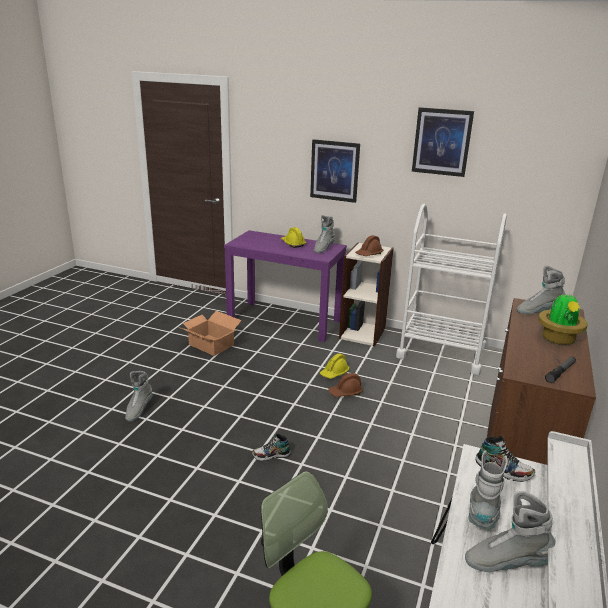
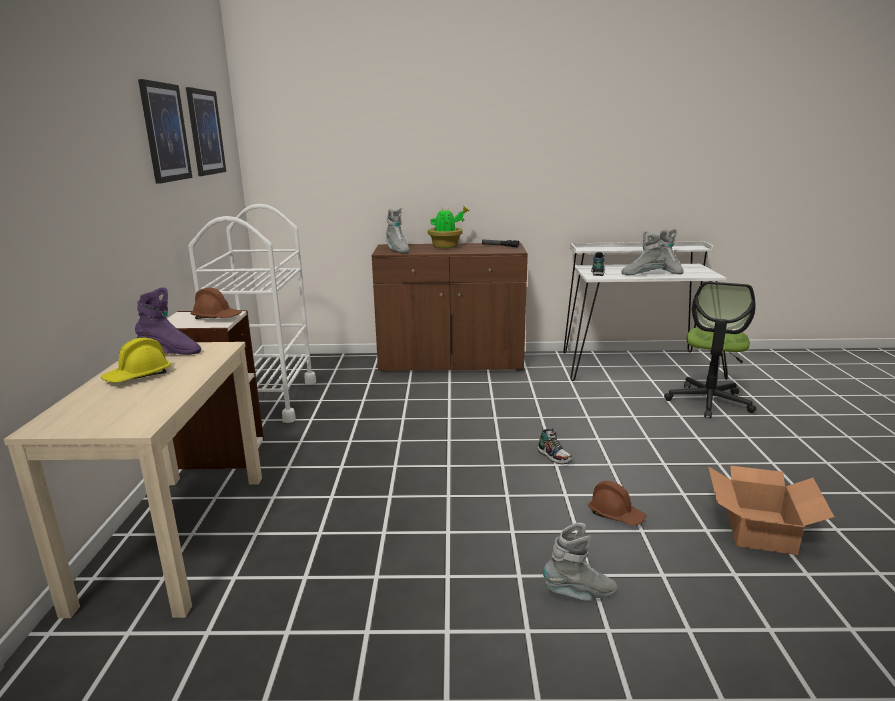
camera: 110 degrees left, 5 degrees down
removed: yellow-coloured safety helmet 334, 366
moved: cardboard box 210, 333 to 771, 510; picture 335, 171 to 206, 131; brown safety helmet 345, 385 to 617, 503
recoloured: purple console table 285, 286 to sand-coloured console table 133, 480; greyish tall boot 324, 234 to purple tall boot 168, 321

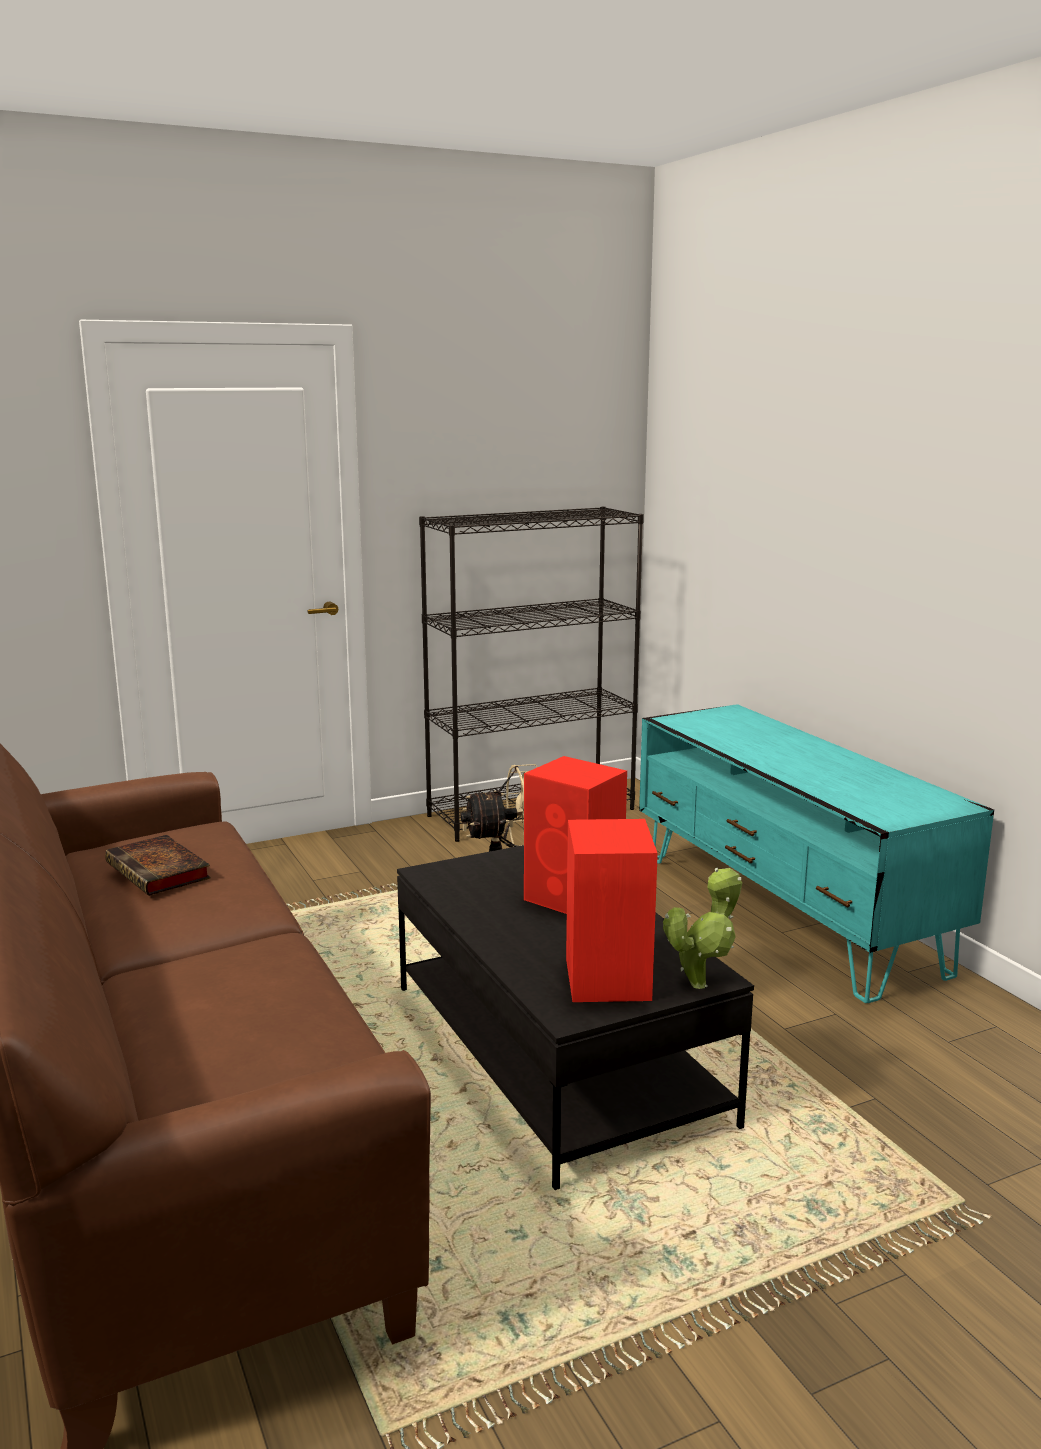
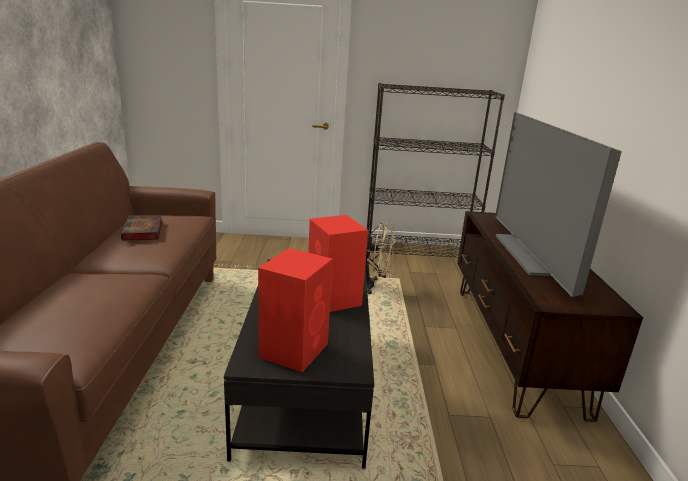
camera: 25 degrees right, 5 degrees up
removed: potted plant 702, 928
added: TV set 558, 204
recoloured: blue-green media console 816, 853 to brown media console 550, 316

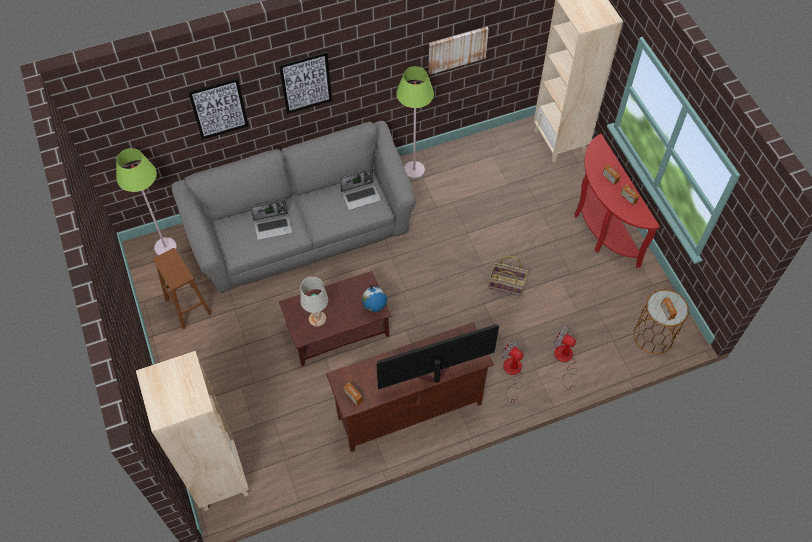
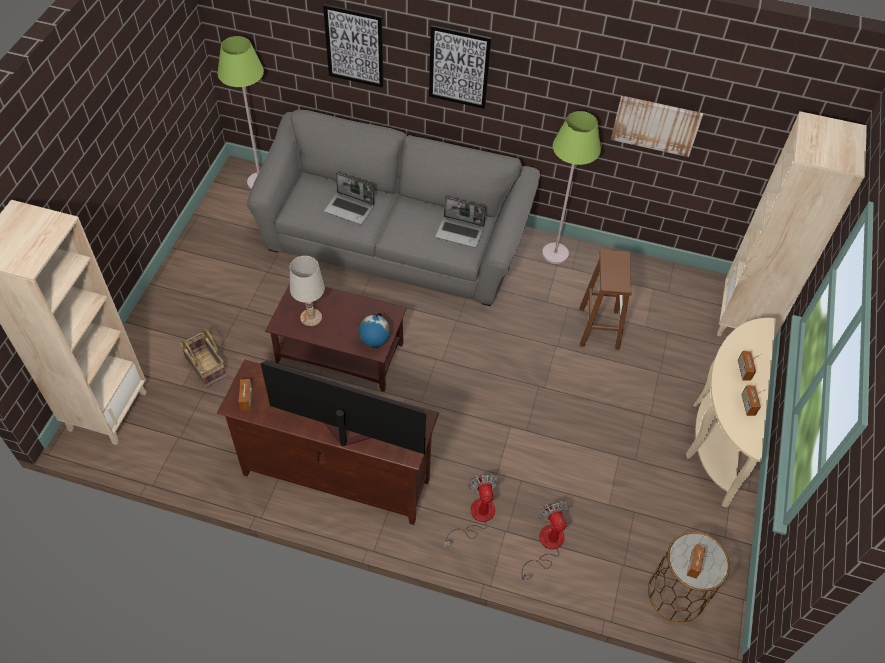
camera: 35 degrees right, 5 degrees down
moved: brown stool seat 182, 288 to 606, 300; basket 508, 276 to 203, 358
recoloured: reddish console table 617, 201 to sand-coloured console table 731, 412

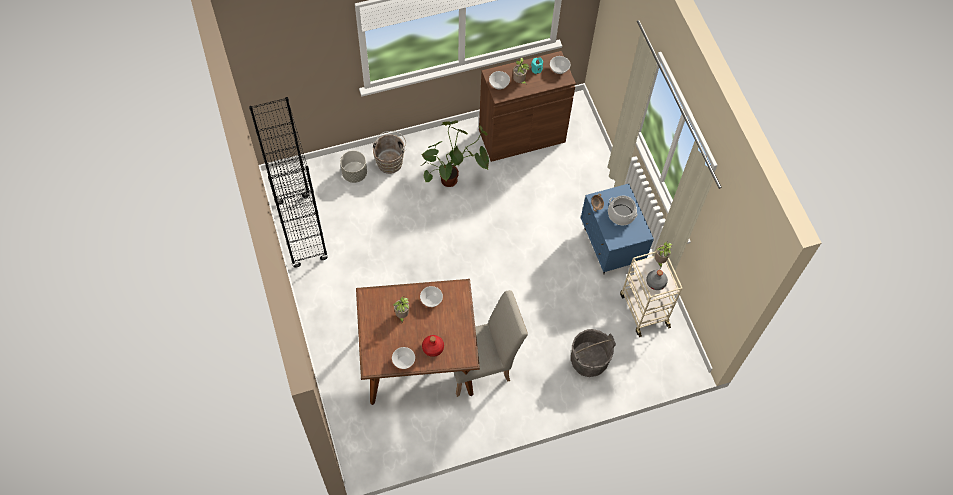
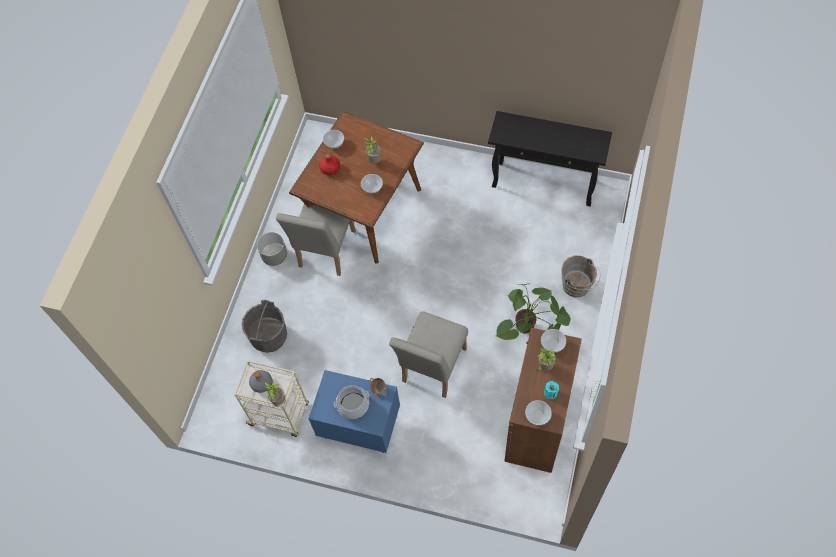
camera: 130 degrees right, 0 degrees up
added: sand-coloured plain chair 428, 354
moved: greyish plant pot 353, 167 to 272, 249
replaced: blackish bookshelf 288, 182 to blackish console table 550, 158

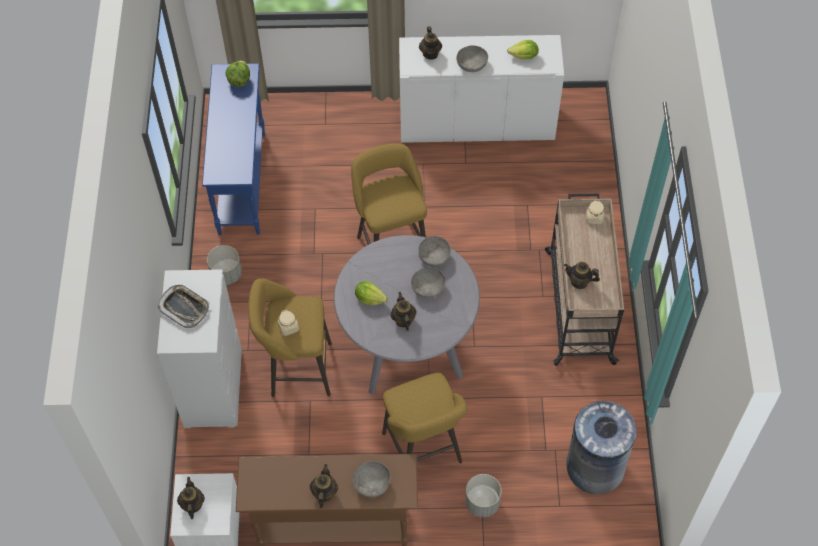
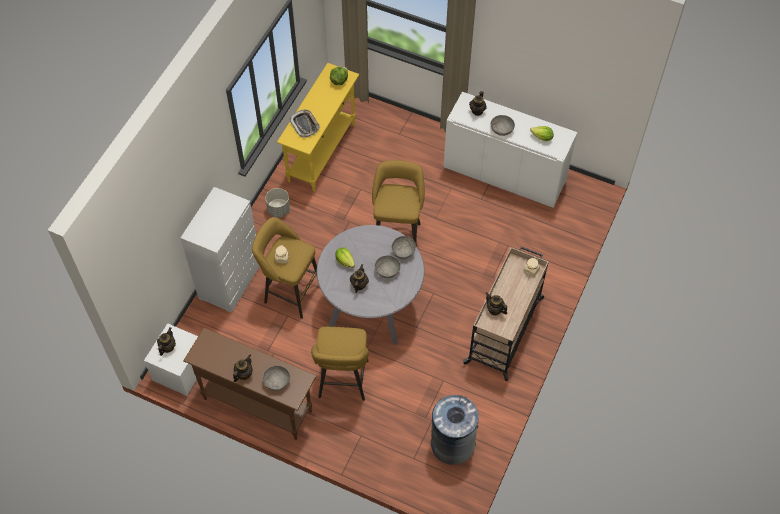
camera: 25 degrees right, 0 degrees up
removed: greyish plant pot 483, 495
moved: tray 183, 306 to 304, 124
recoloured: blue-coloured console table 233, 149 to yellow-coloured console table 318, 127

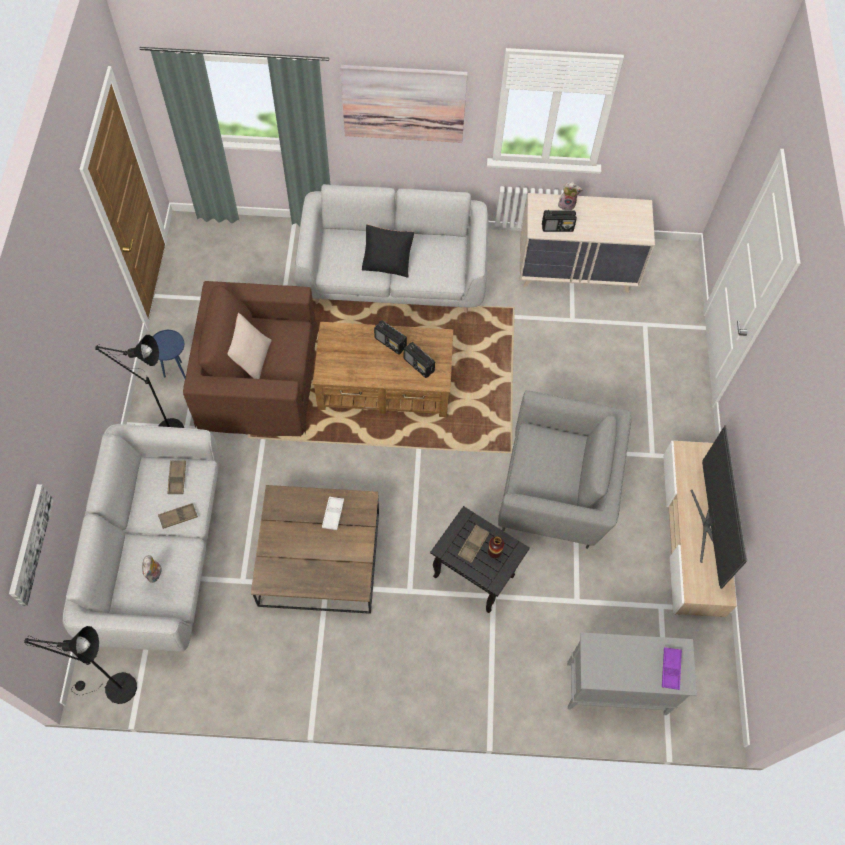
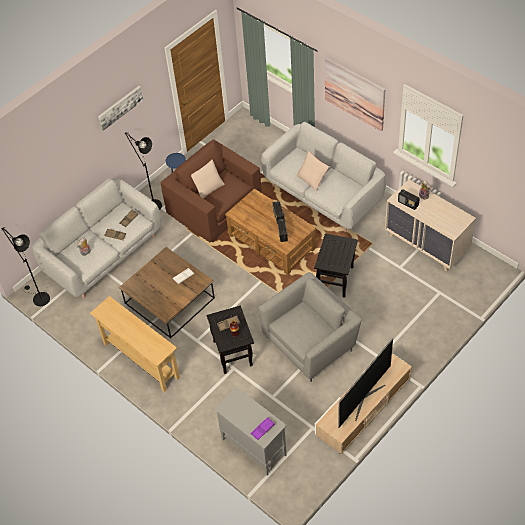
camera: 45 degrees right, 10 degrees down
added: sand-coloured console table 135, 344; blackish accent table 336, 265
moved: picture 31, 545 to 120, 108
recoloured: blackish cushion 388, 251 to sand-coloured cushion 313, 171
turned: greyish armchair 564, 469 = 309, 327 90 degrees counterclockwise

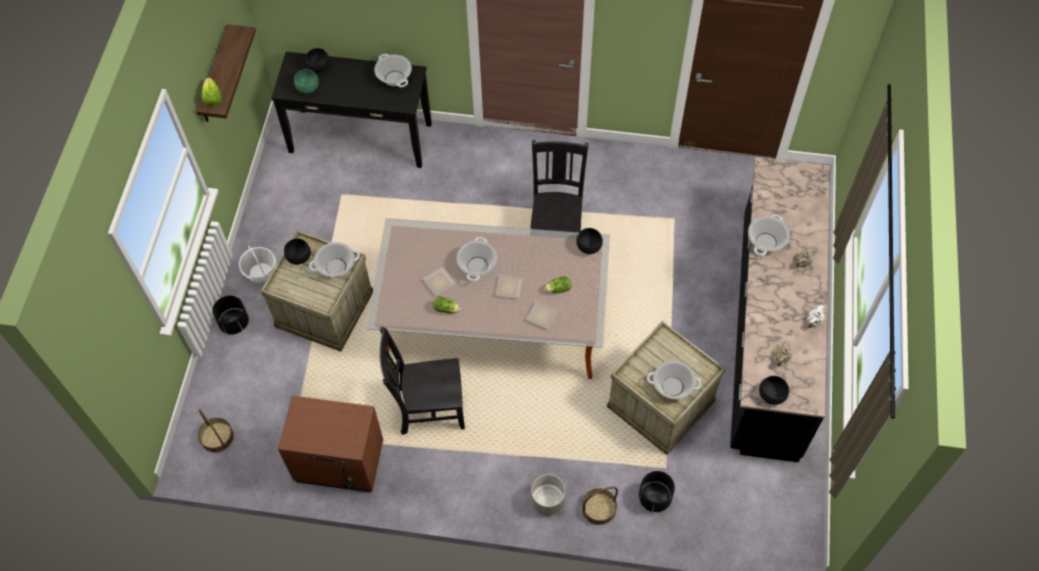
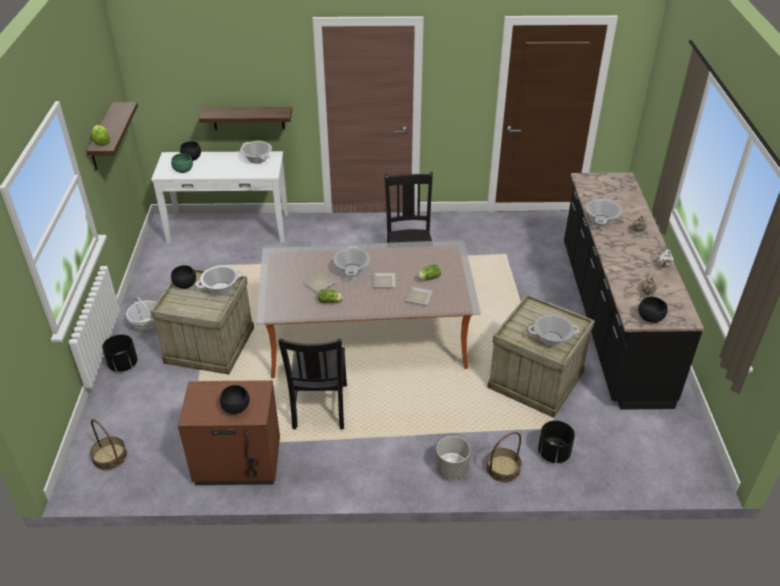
camera: 10 degrees left, 20 degrees down
added: bracket shelf 245, 118
moved: blackish bowl 589, 241 to 235, 399
recoloured: blackish console table 351, 110 to whitish console table 219, 197
turned: blackish plain chair 422, 381 = 312, 384 75 degrees counterclockwise

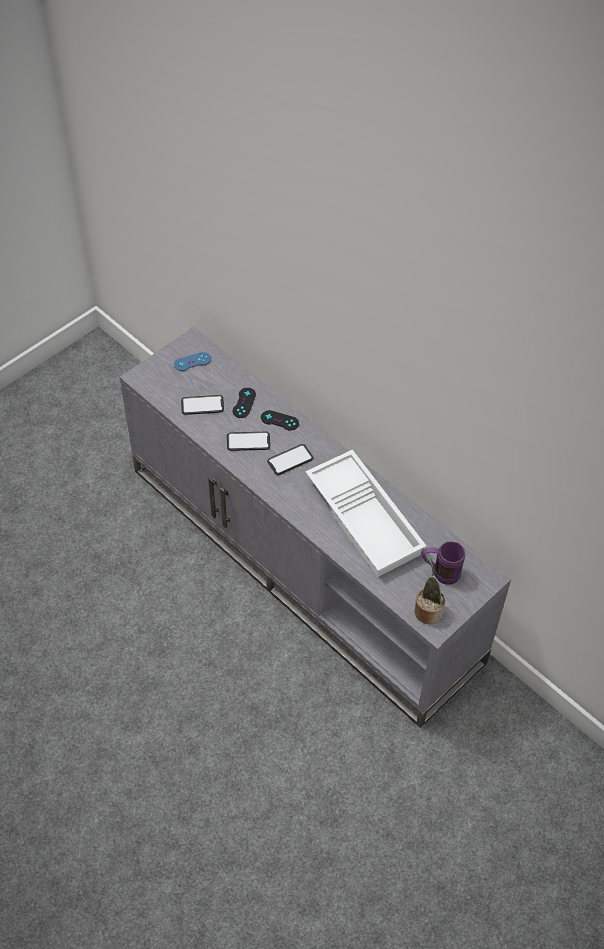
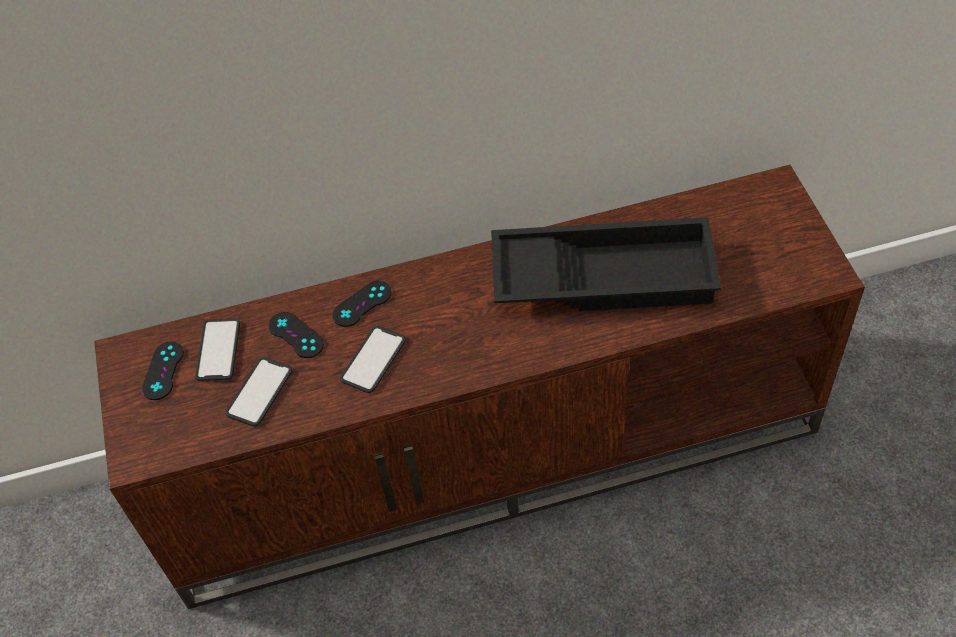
camera: 55 degrees left, 0 degrees up
removed: potted plant 429, 590; purple coffee mug 444, 563
moved: handset 290, 459 to 217, 349
recoloured: greyish media console 315, 527 to brown media console 479, 387; blue-coloured game controller 192, 361 to blackish game controller 163, 370; whitish tray 366, 513 to blackish tray 606, 264

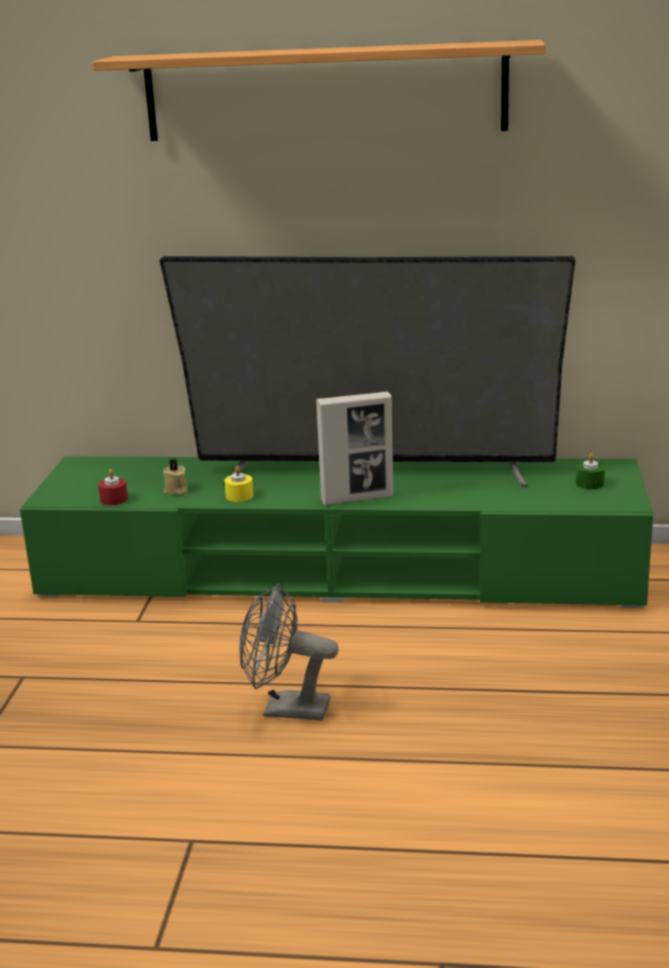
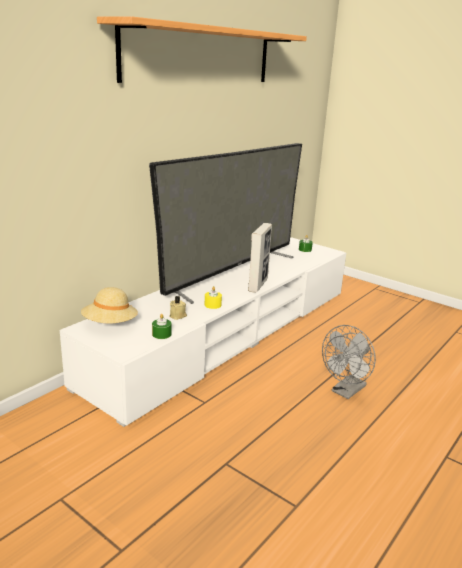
camera: 60 degrees left, 0 degrees up
added: sand-coloured hat 109, 305
recoloured: greenish media console 336, 532 to whitish media console 203, 332; reddish wax light 113, 487 to greenish wax light 162, 326

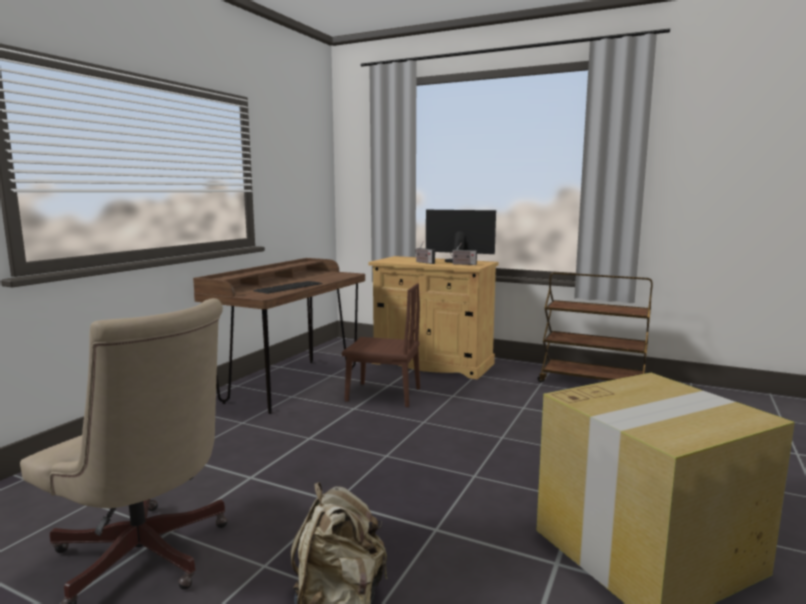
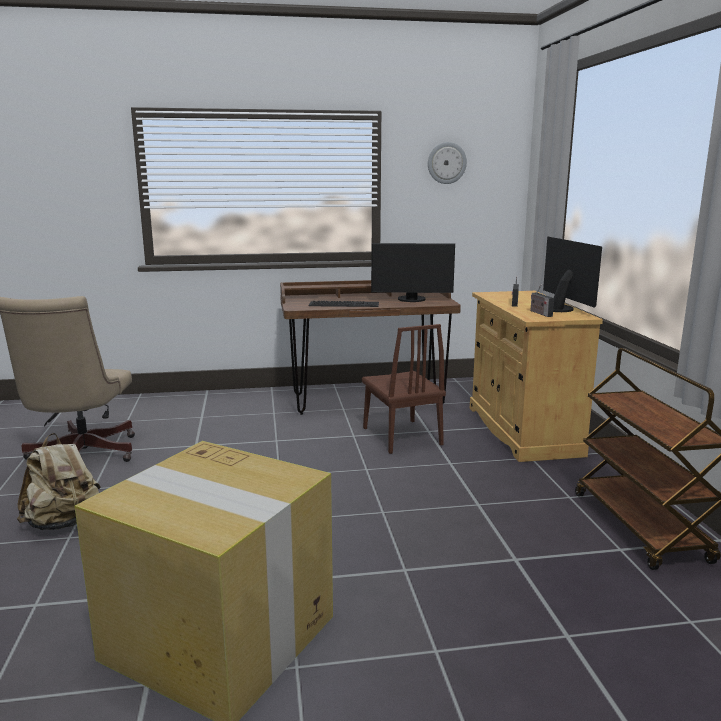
camera: 55 degrees right, 5 degrees up
added: monitor 413, 272; wall clock 447, 163

